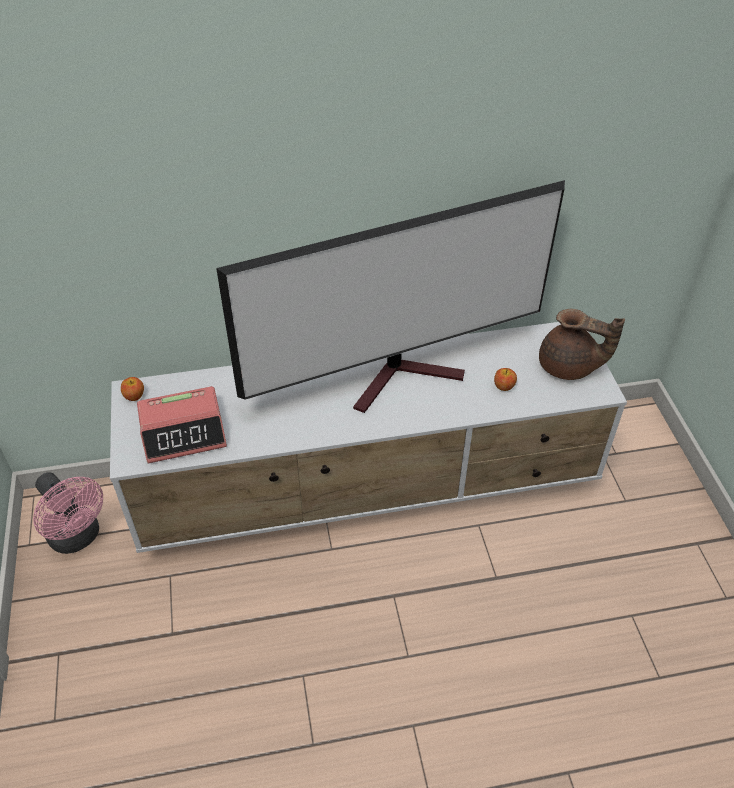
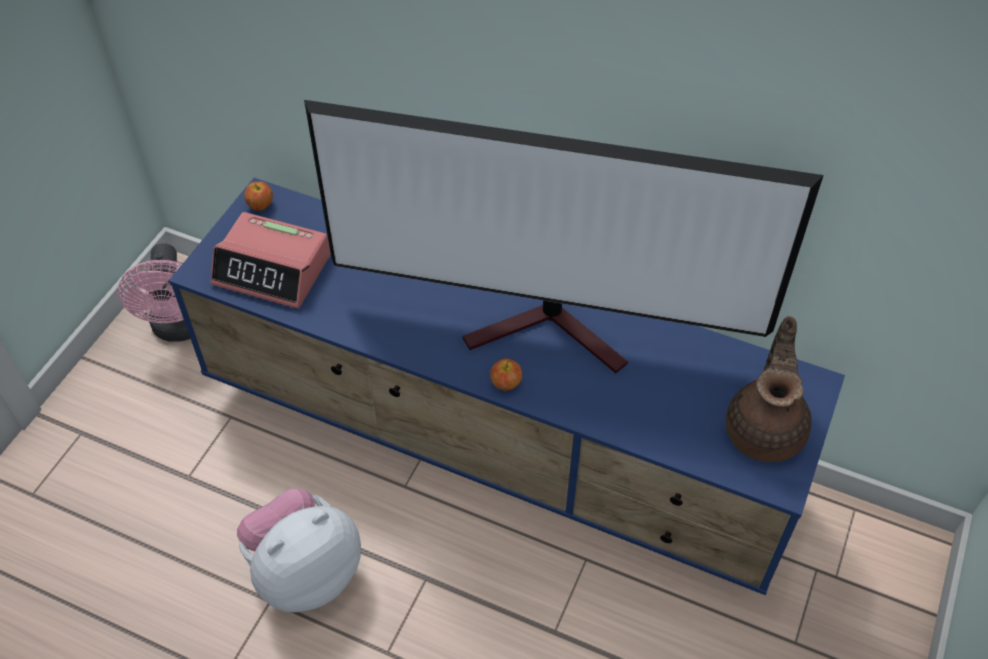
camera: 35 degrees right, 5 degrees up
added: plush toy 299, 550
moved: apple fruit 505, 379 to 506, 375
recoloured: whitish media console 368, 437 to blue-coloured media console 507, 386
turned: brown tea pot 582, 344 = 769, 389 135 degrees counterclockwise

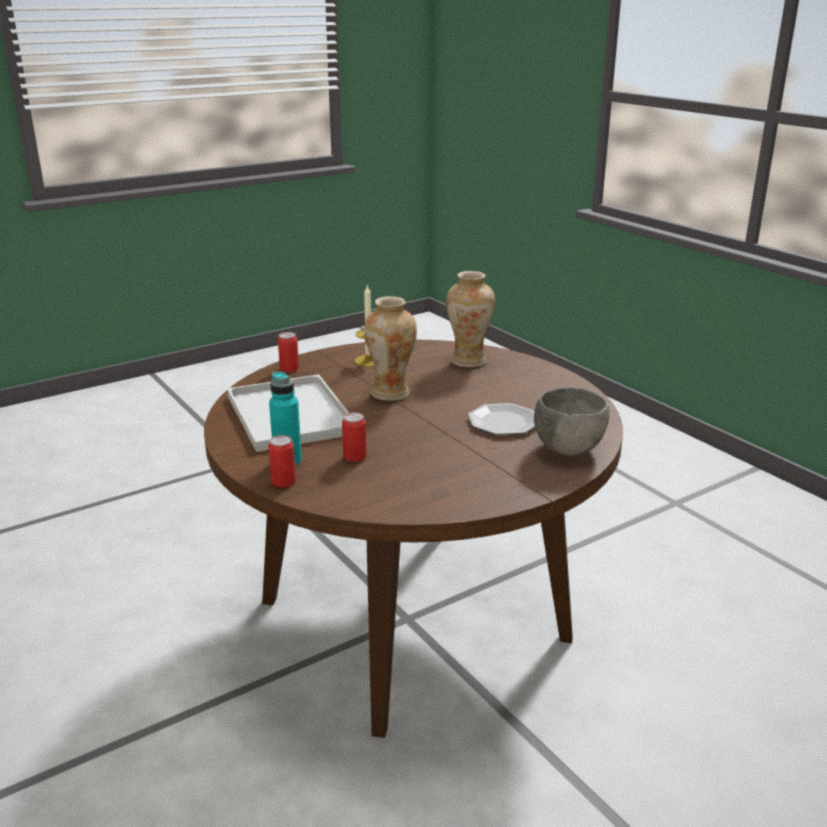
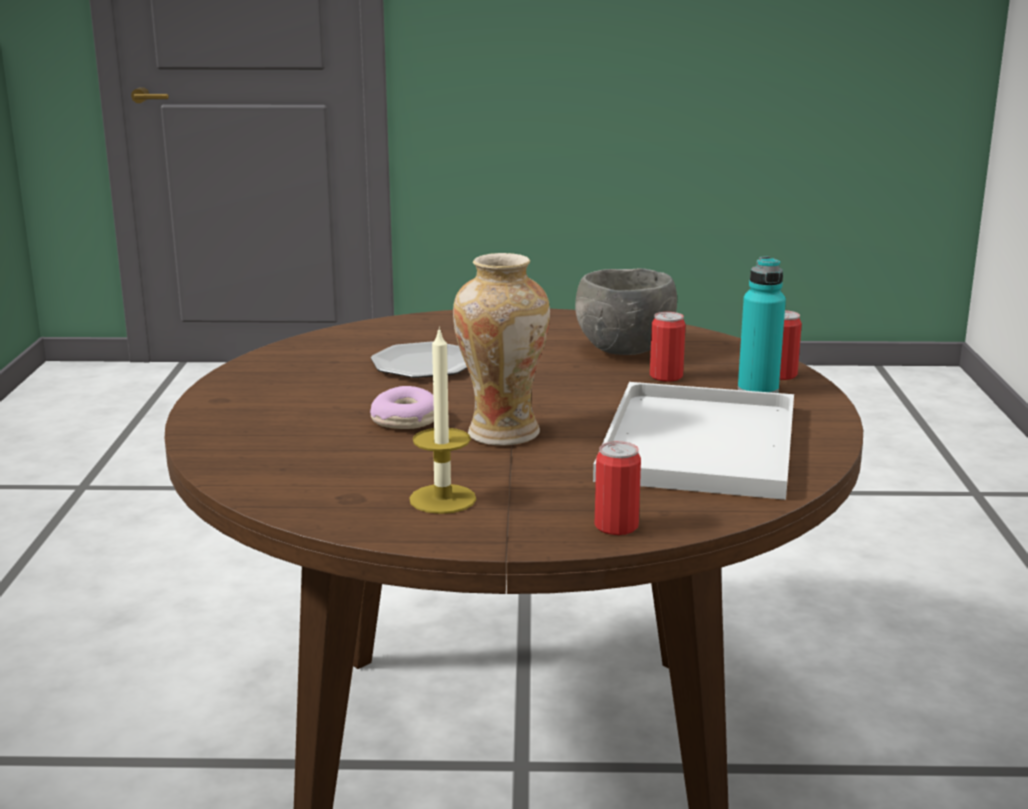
camera: 145 degrees left, 5 degrees down
removed: decorative vase 470, 319
added: doughnut 402, 407
moved: greyish bowl 572, 421 to 626, 311

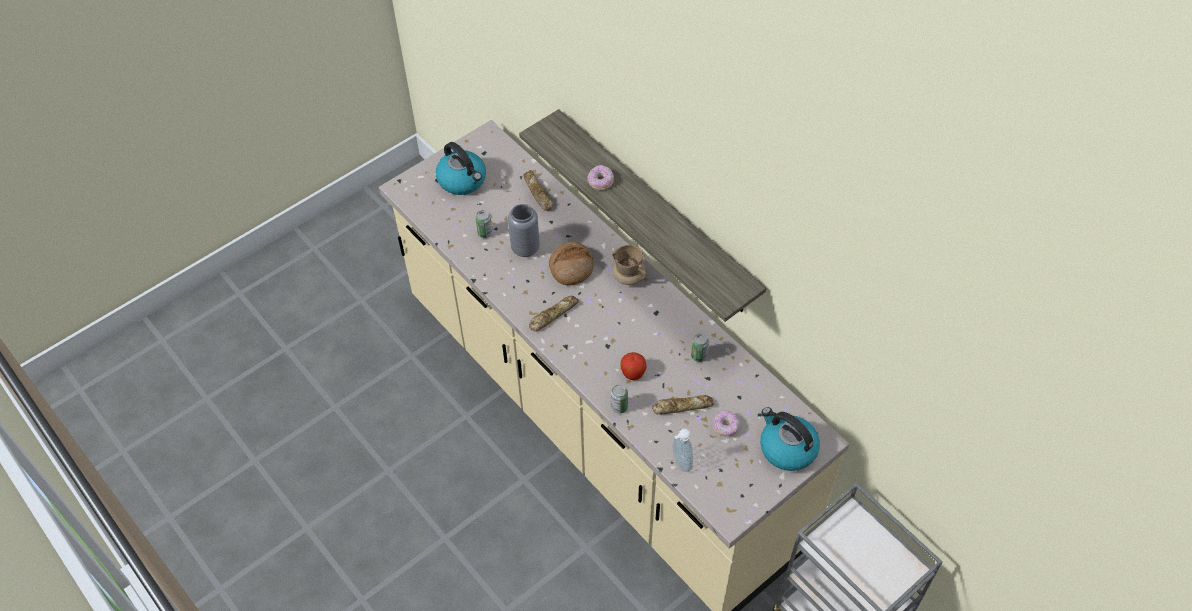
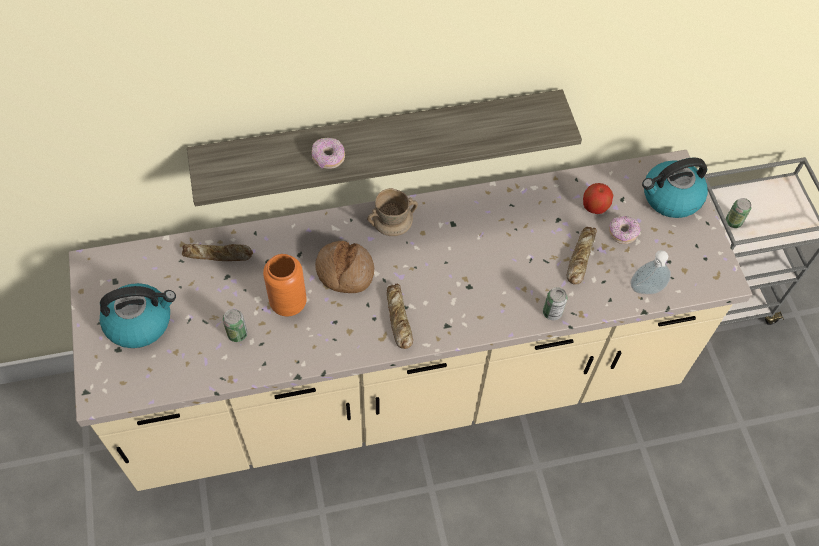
camera: 65 degrees left, 5 degrees up
moved: apple fruit 634, 366 to 598, 198; can 700, 347 to 738, 213
recoloured: greyish decorative vase 524, 230 to orange-coloured decorative vase 285, 285

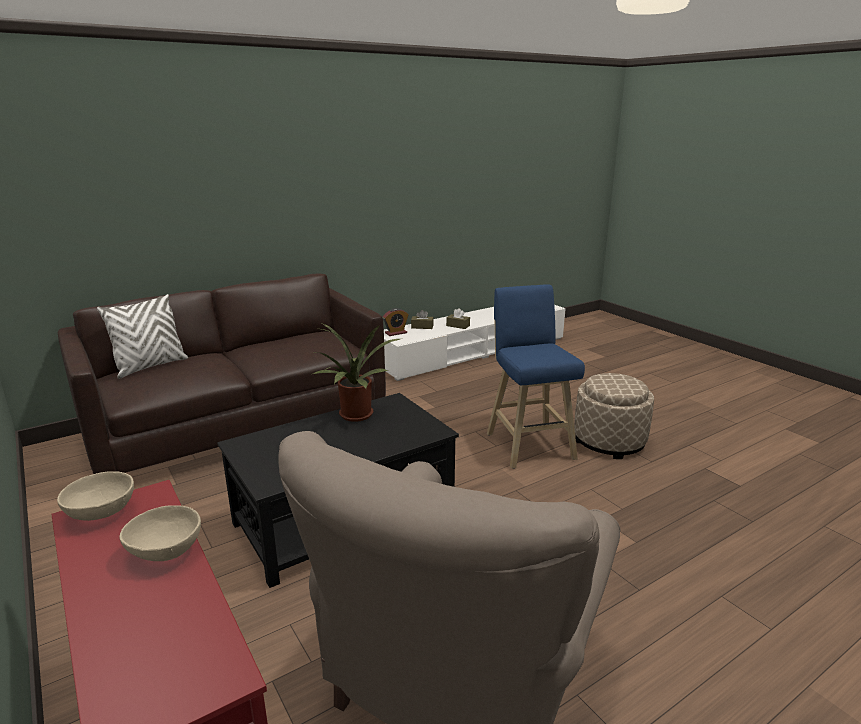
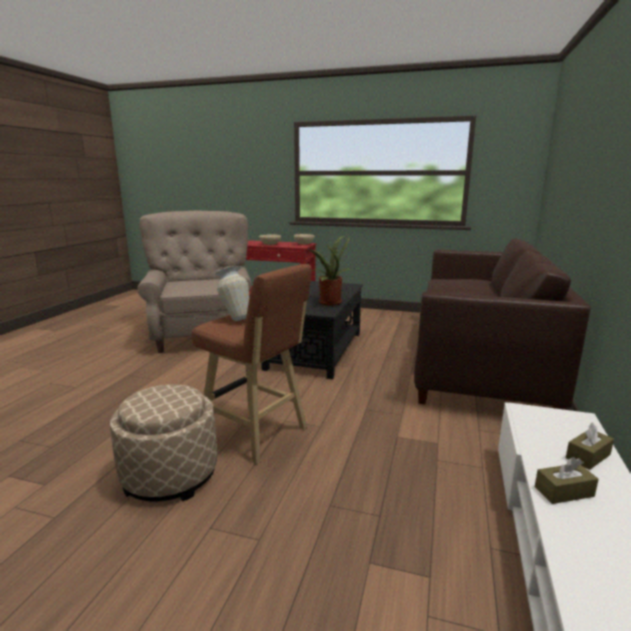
camera: 140 degrees right, 5 degrees down
removed: whitish cushion 142, 336; table clock 395, 322
added: decorative vase 232, 293
recoloured: blue-coloured stool seat 536, 376 to brown stool seat 252, 364

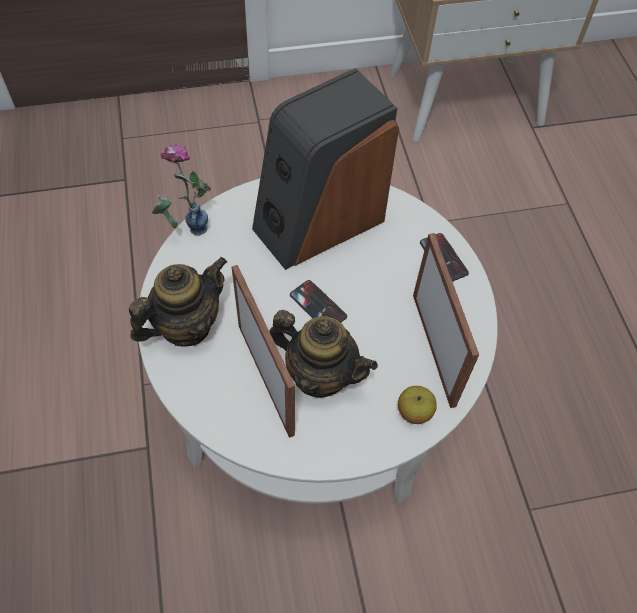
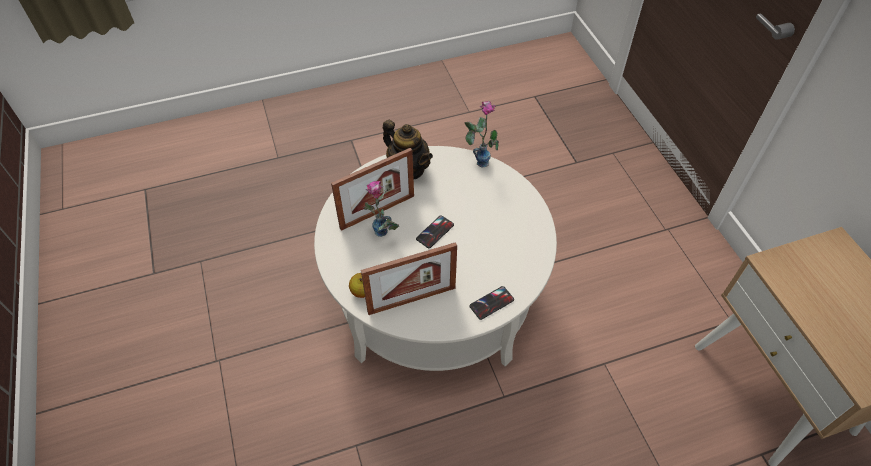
camera: 85 degrees right, 5 degrees down
removed: speaker 325, 169
replaced: tea pot 323, 354 to decorative vase 381, 209

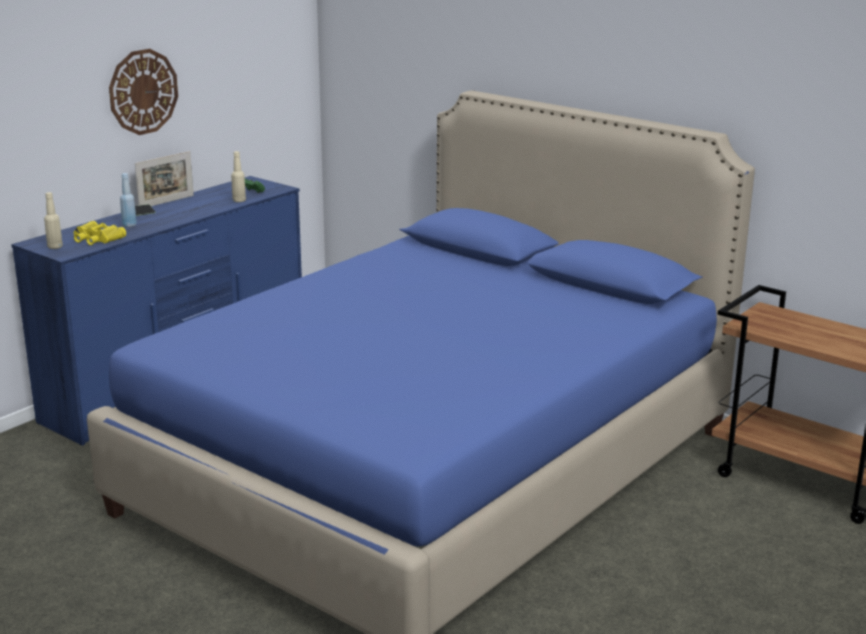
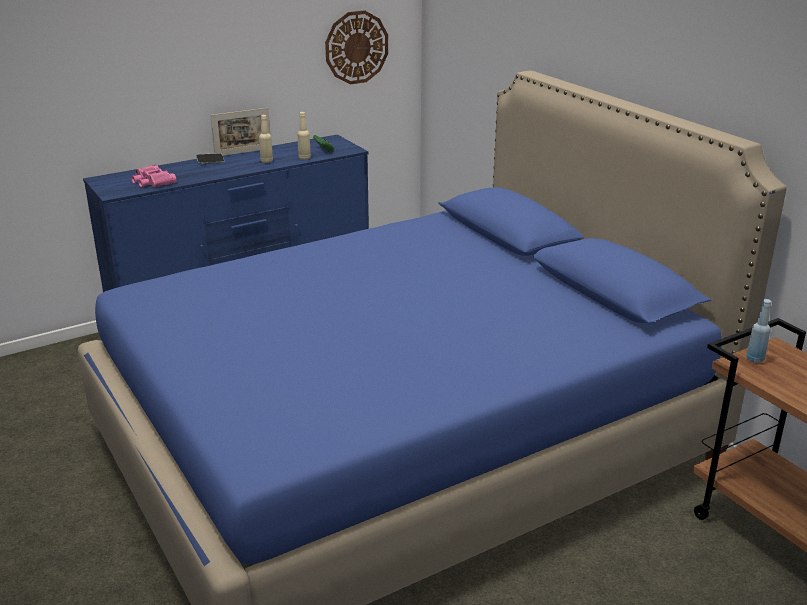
camera: 20 degrees right, 5 degrees up
moved: sand-coloured bottle 53, 220 to 266, 139; wall clock 143, 92 to 356, 47; blue-coloured bottle 128, 200 to 758, 331
recoloured: yellow-coloured field glasses 100, 233 to pink-coloured field glasses 153, 176

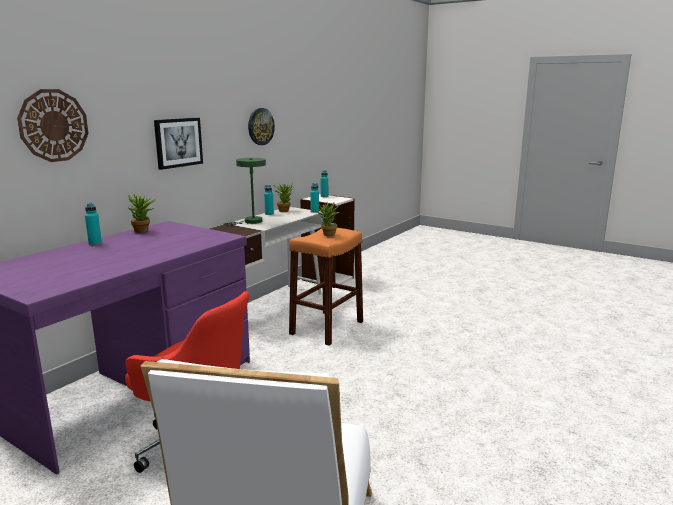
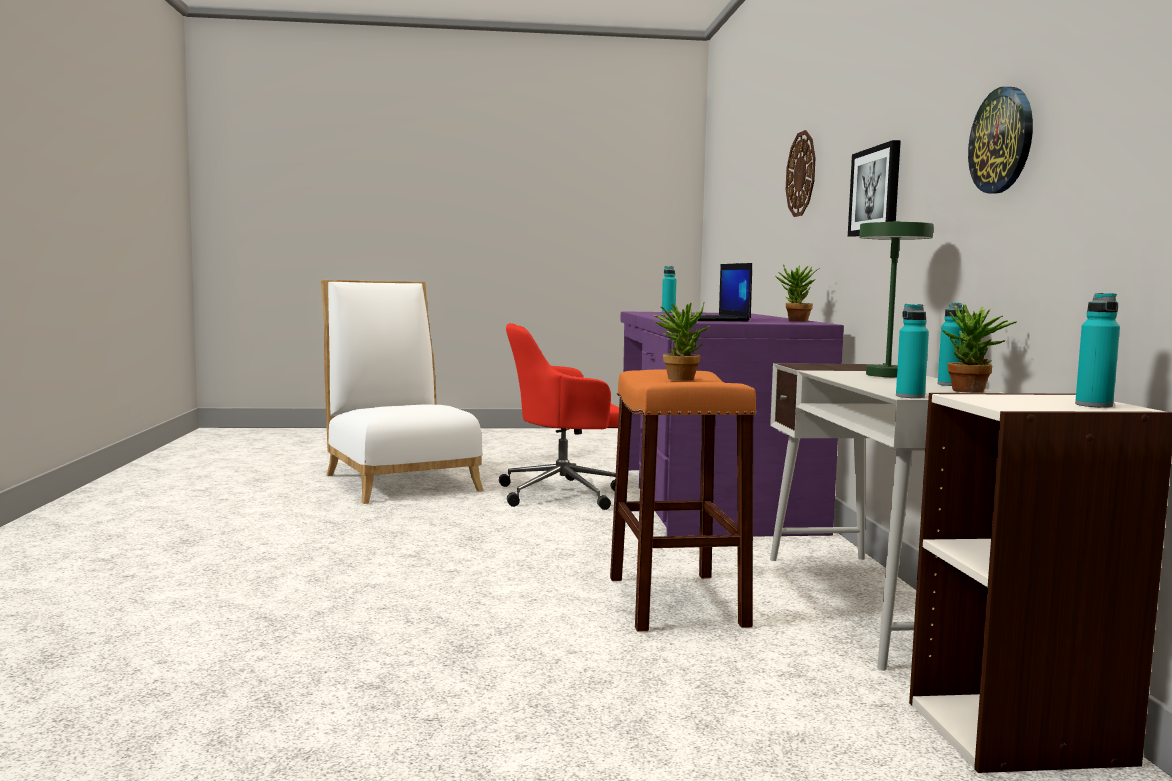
camera: 140 degrees right, 10 degrees down
added: notebook computer 712, 292
moved: blue-green bottle 93, 224 to 669, 289

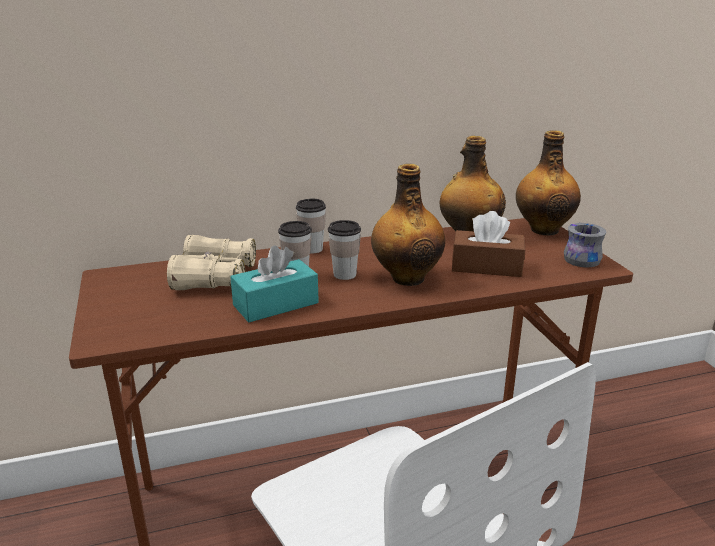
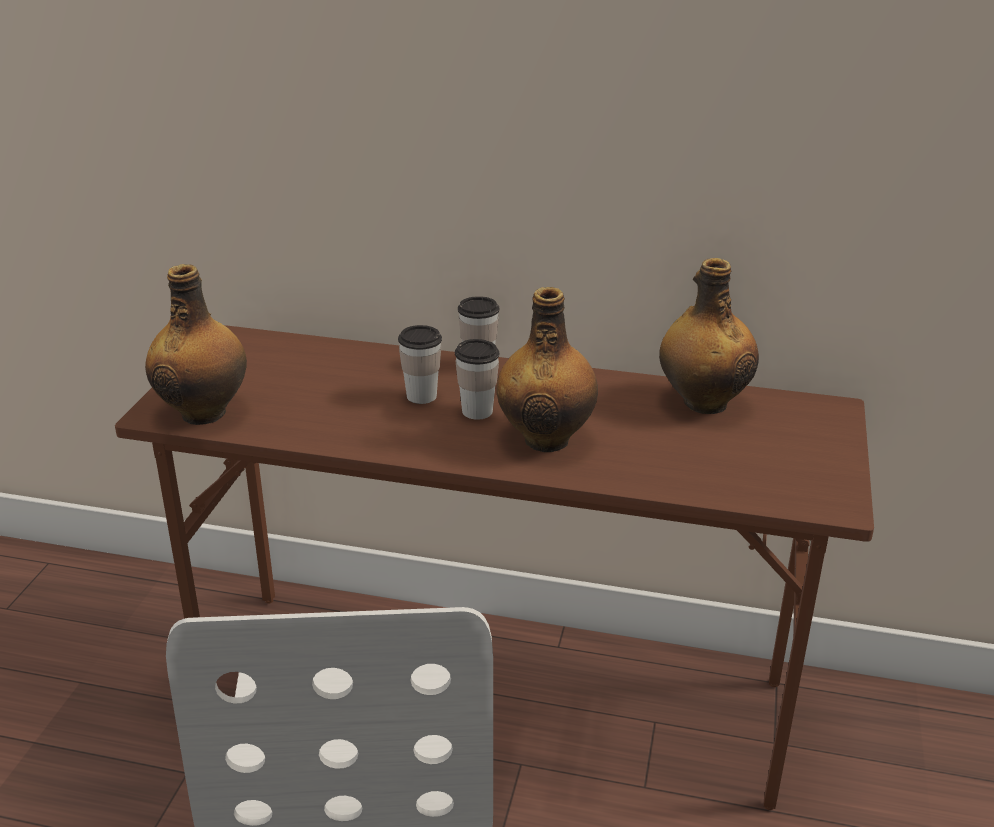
camera: 30 degrees right, 5 degrees up
removed: sand-coloured field glasses 211, 262; blue-green tissue holder 274, 283; brown tissue holder 488, 244; greyish coffee mug 585, 245
moved: bottle 548, 183 to 196, 344

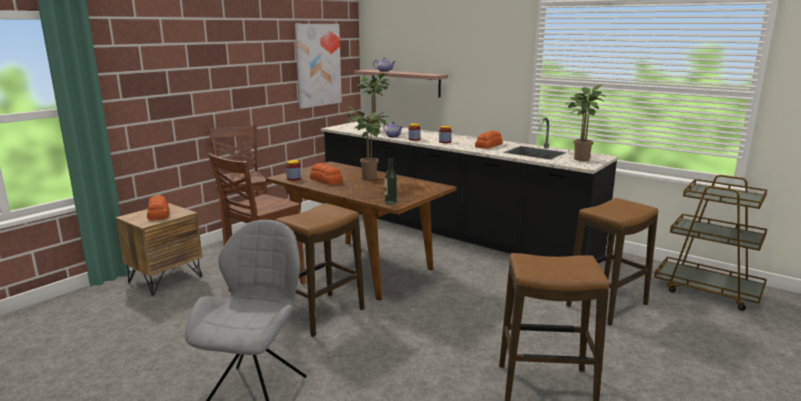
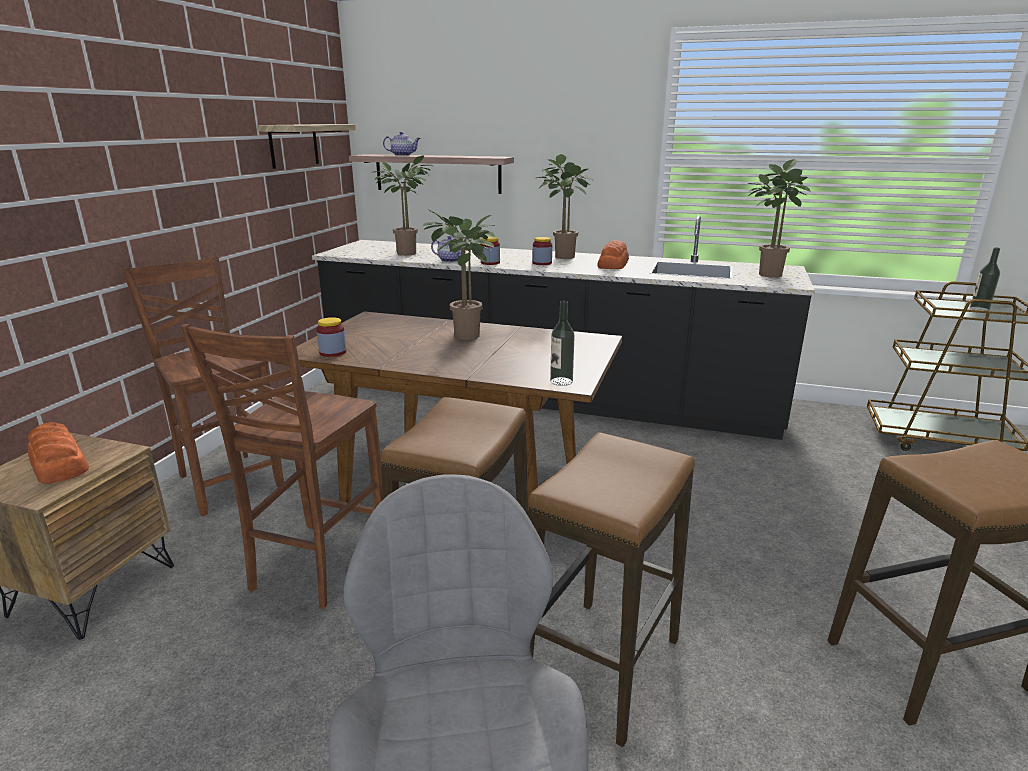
camera: 20 degrees left, 5 degrees up
removed: bread 326, 174
added: potted plant 565, 206; bottle 985, 279
moved: stool seat 612, 262 to 611, 589
replaced: picture 318, 66 to bracket shelf 306, 146

